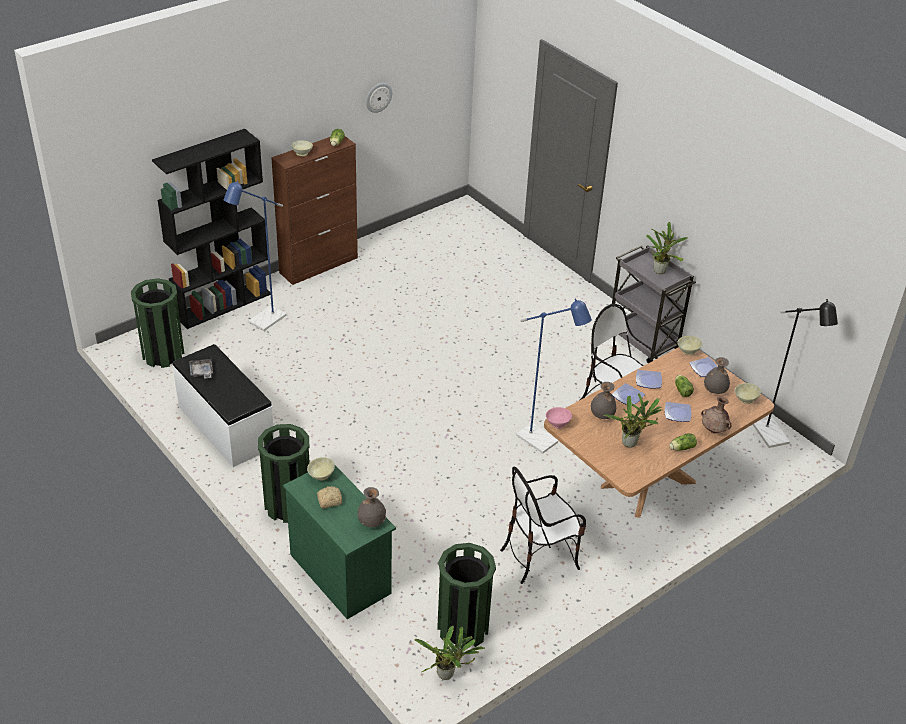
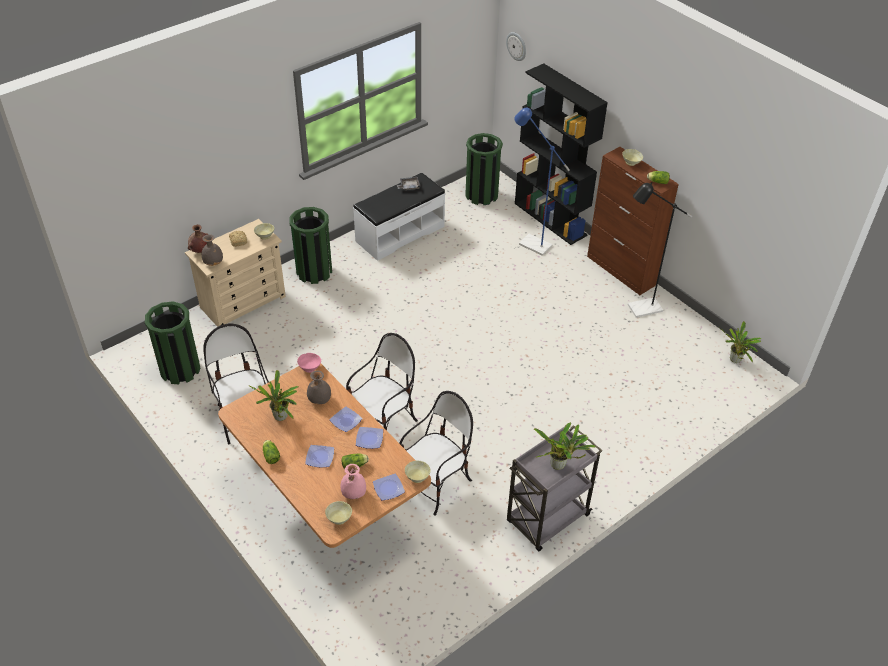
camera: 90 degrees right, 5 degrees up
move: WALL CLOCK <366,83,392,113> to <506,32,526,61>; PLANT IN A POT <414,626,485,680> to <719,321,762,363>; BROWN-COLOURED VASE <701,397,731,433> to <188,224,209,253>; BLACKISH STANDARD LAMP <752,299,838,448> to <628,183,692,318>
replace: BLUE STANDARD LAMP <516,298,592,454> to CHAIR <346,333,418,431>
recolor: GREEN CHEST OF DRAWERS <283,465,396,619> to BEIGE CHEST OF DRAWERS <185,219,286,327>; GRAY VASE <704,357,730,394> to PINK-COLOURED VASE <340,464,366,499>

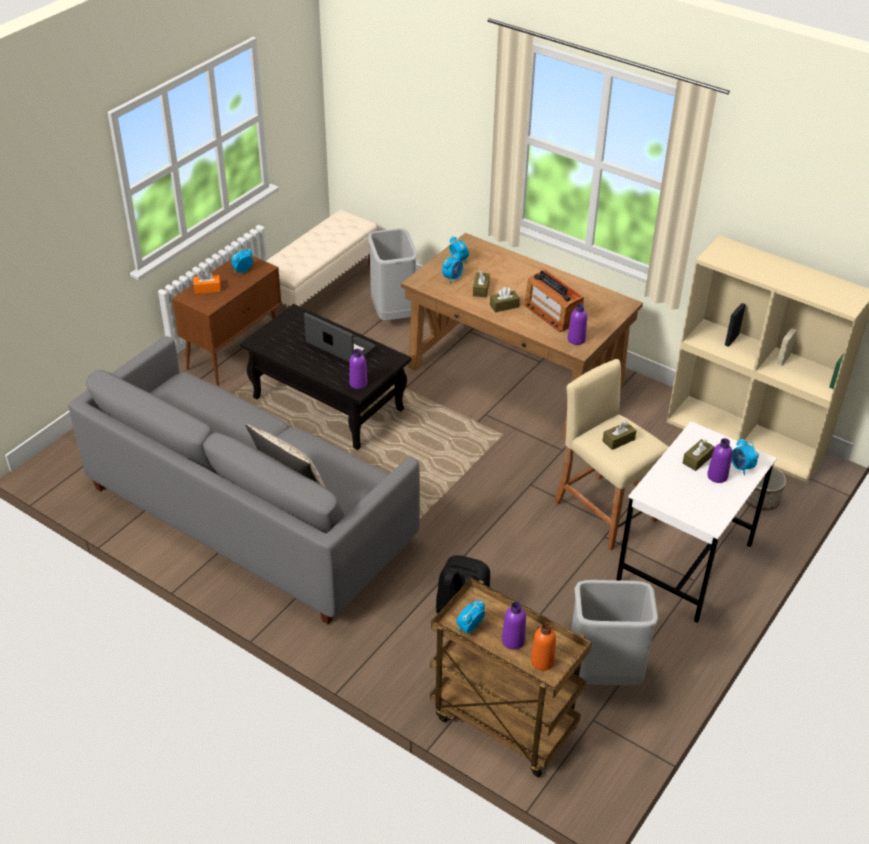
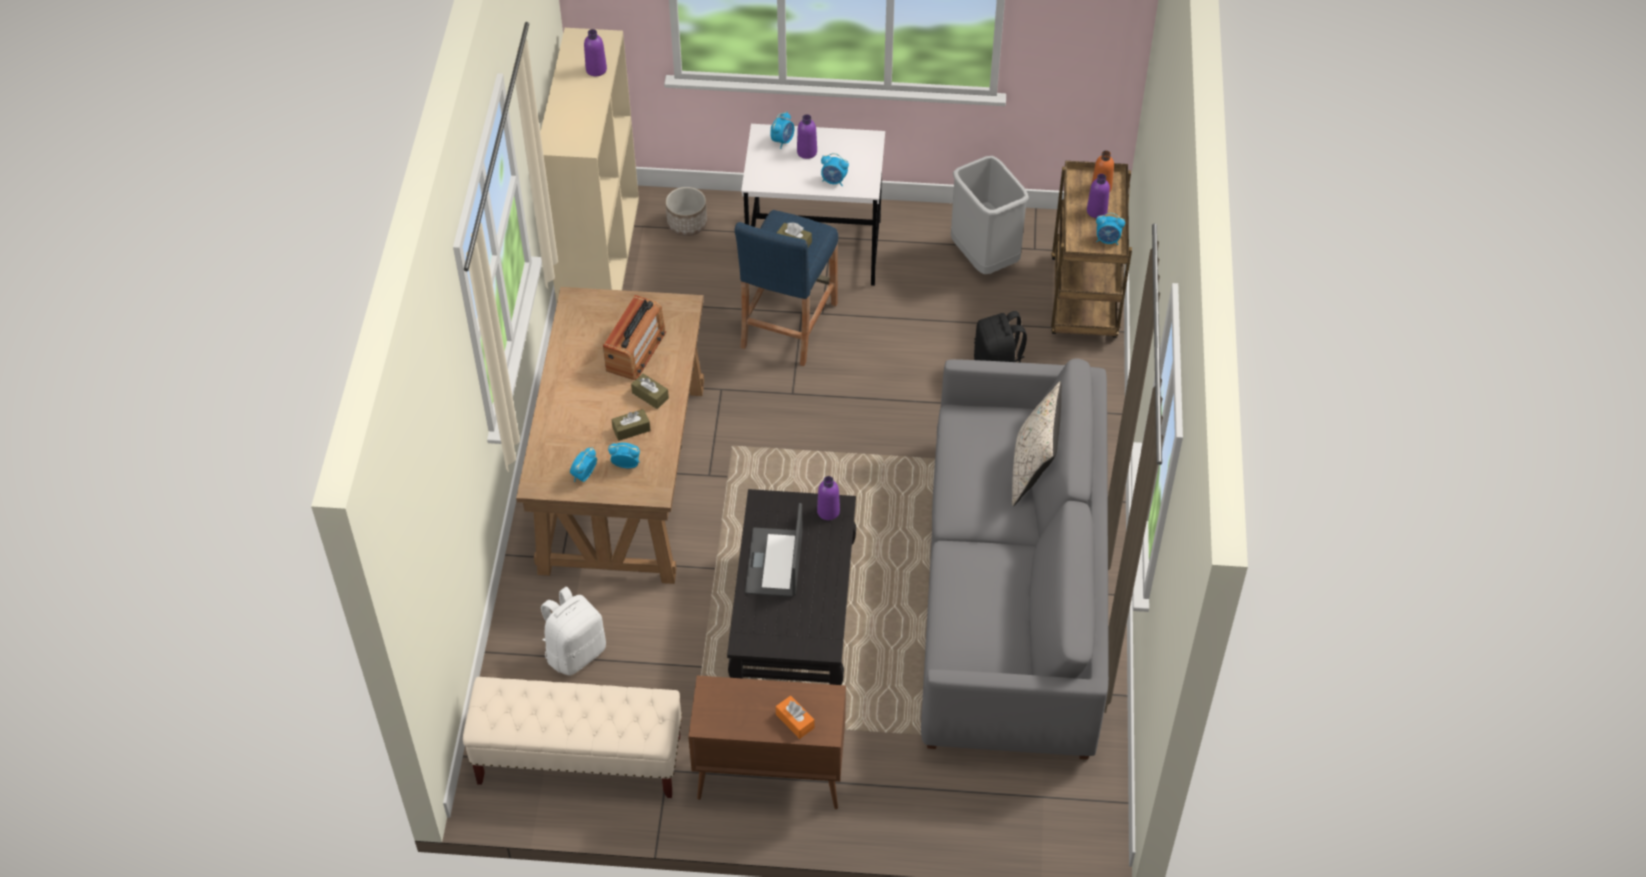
camera: 120 degrees left, 10 degrees up
delete: BROWN-COLOURED BOX OF TISSUES <682,439,715,471>
move: TABLE CLOCK <231,249,253,273> to <821,153,849,186>; PURPLE BOTTLE <568,304,587,345> to <584,29,607,76>
replace: GRAY RUBBISH BIN <368,228,418,320> to WHITE BACKPACK <541,587,606,676>
recolor: BEIGE SITTING STOOL <554,359,669,550> to BLUE SITTING STOOL <735,210,838,366>

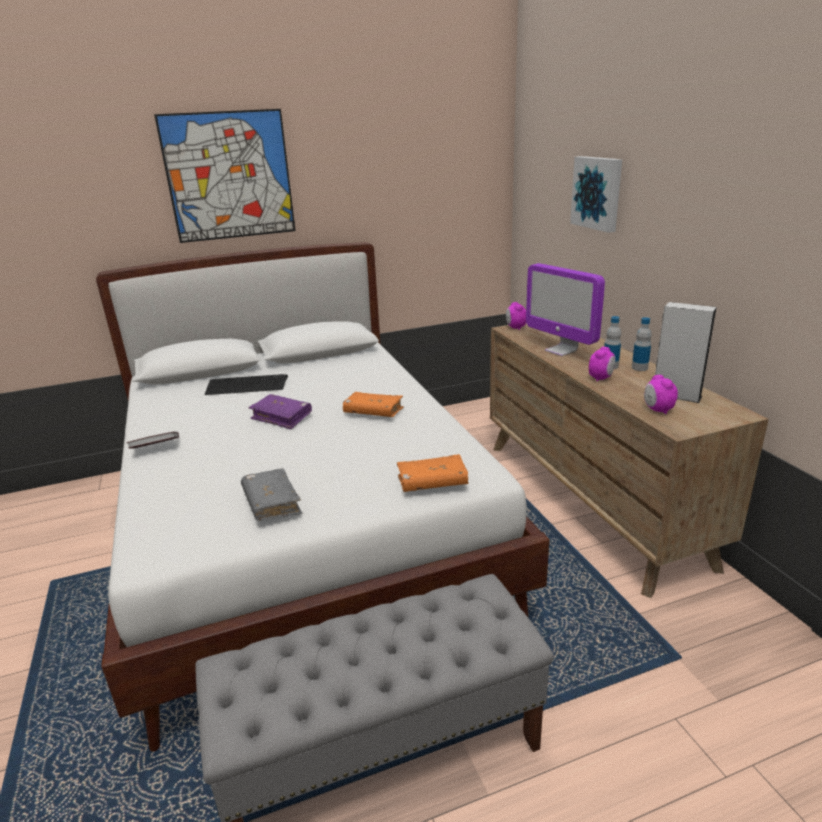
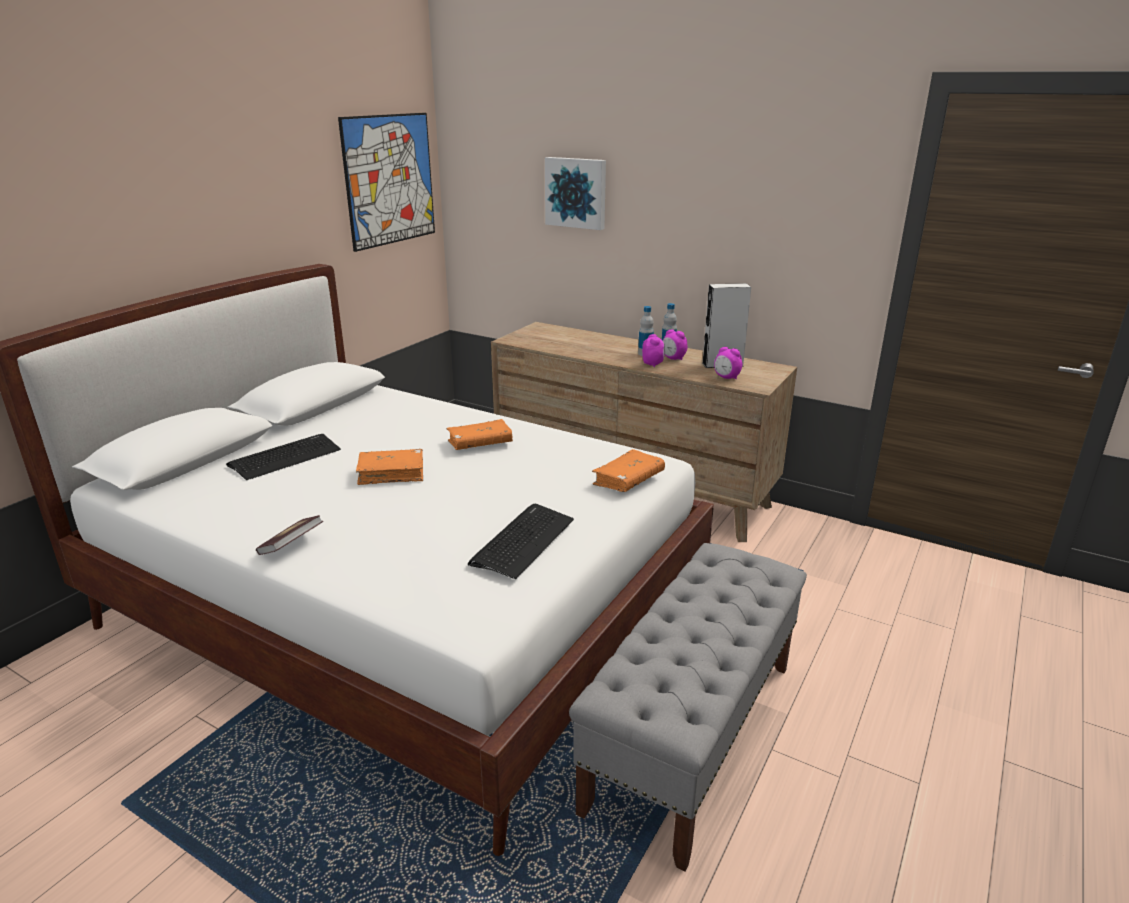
camera: 40 degrees left, 0 degrees up
delete: COMPUTER DISPLAY <526,263,605,356>
move: WALL ART <154,109,296,243> to <338,113,435,252>; TABLE CLOCK <506,302,526,330> to <663,329,688,360>
replace: GRAY VOLUME <241,468,302,521> to COMPUTER KEYBOARD <468,504,574,579>
recolor: PURPLE VOLUME <249,394,312,429> to ORANGE-COLOURED VOLUME <356,449,423,485>

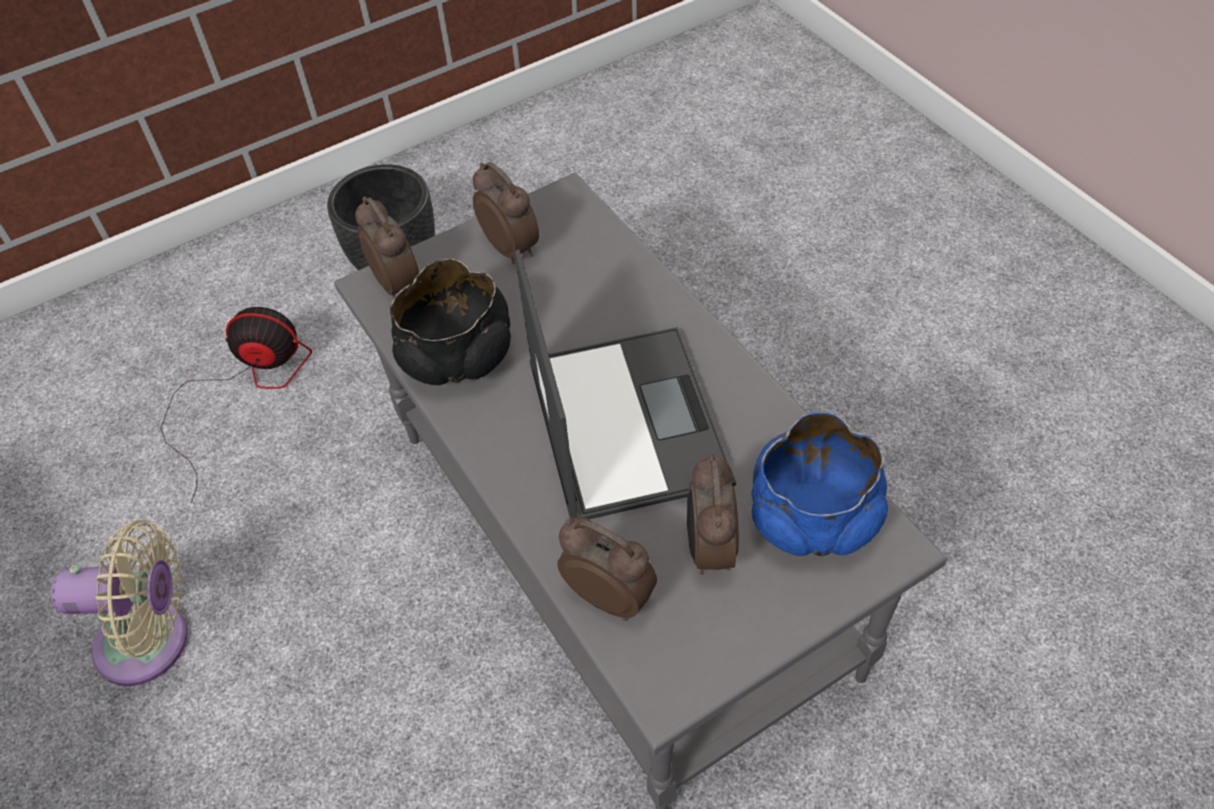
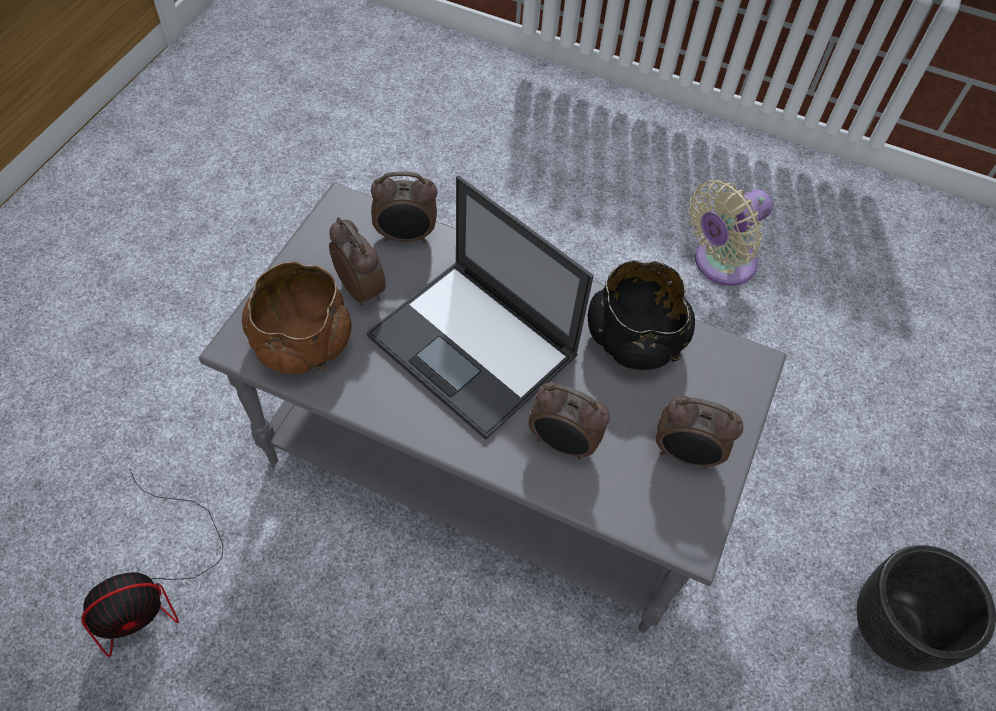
camera: 140 degrees right, 5 degrees up
move: FAN <161,307,312,503> to <81,468,223,657>; TABLE CLOCK <355,197,419,298> to <528,382,610,460>
recolor: BLUE BOWL <752,412,888,556> to BROWN-COLOURED BOWL <242,262,352,374>

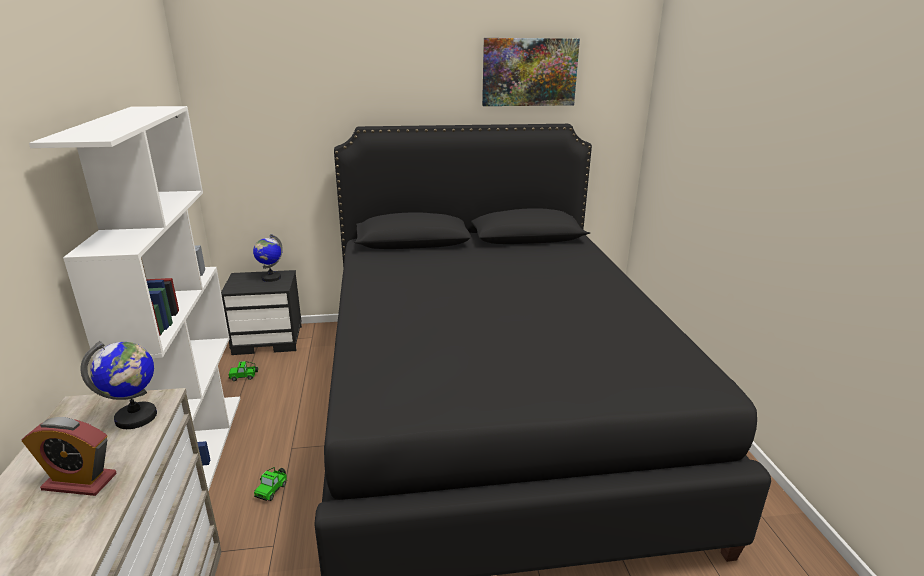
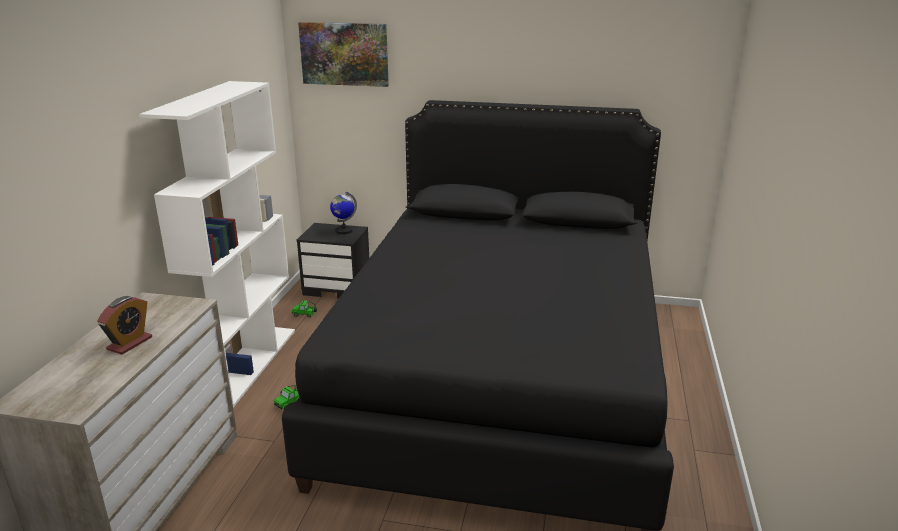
camera: 20 degrees right, 0 degrees up
delete: WORLD GLOBE <80,341,157,429>
move: WALL ART <482,38,580,106> to <298,22,389,87>
rotate: TABLE CLOCK <22,417,117,496> = <97,296,152,355> 90 degrees counterclockwise

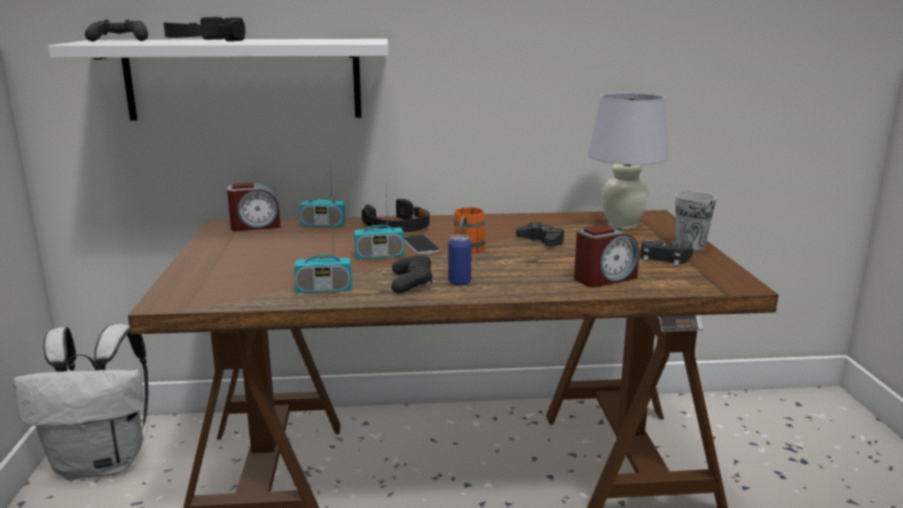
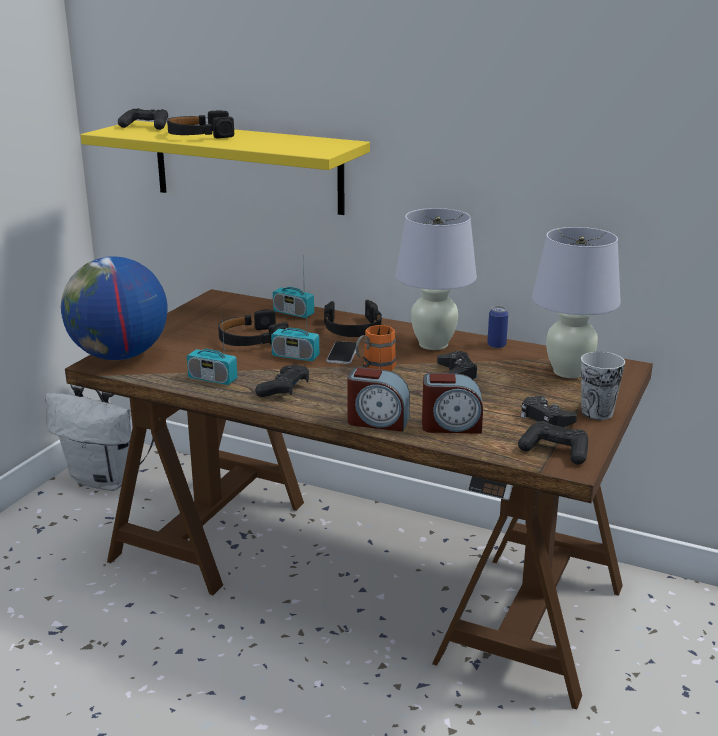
camera: 30 degrees right, 5 degrees up
insert: WORLD GLOBE <61,256,168,360>; BLACKISH PAIR OF HEADPHONES <218,309,289,346>; WHITE TABLE LAMP <395,208,477,350>; BLACKISH JOYPAD <518,421,588,465>
move: TABLE CLOCK <227,183,281,231> to <347,367,410,432>; SEALED CAN <448,234,472,286> to <487,306,508,348>
recolor: WHITE BRACKET SHELF <48,39,388,121> to YELLOWISH BRACKET SHELF <80,120,370,215>

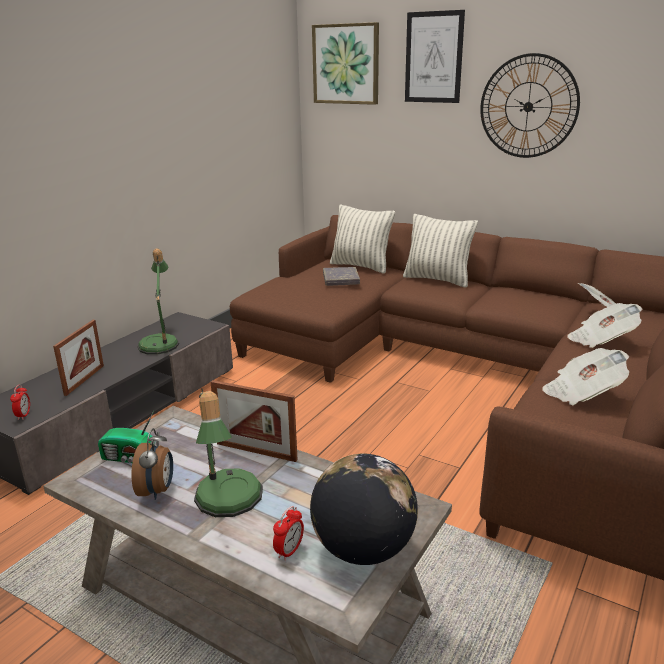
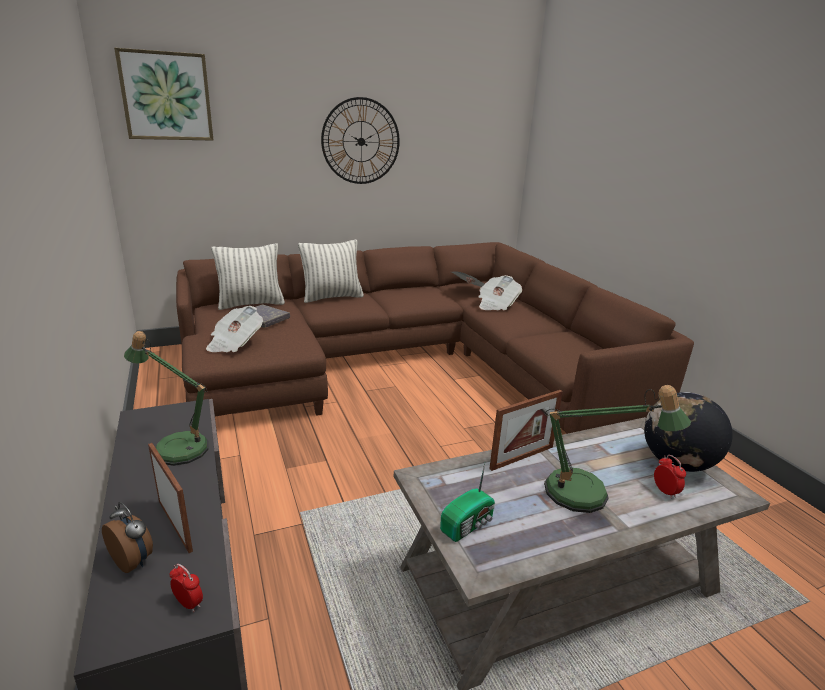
camera: 55 degrees left, 0 degrees up
delete: WALL ART <405,10,465,103>
move: TABLE CLOCK <131,428,173,500> to <102,502,153,573>; NEWSPAPER <542,348,629,405> to <206,306,263,352>

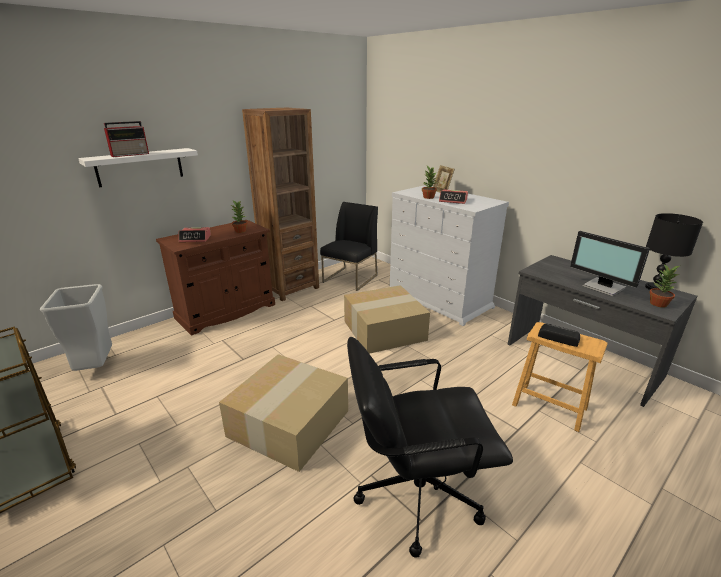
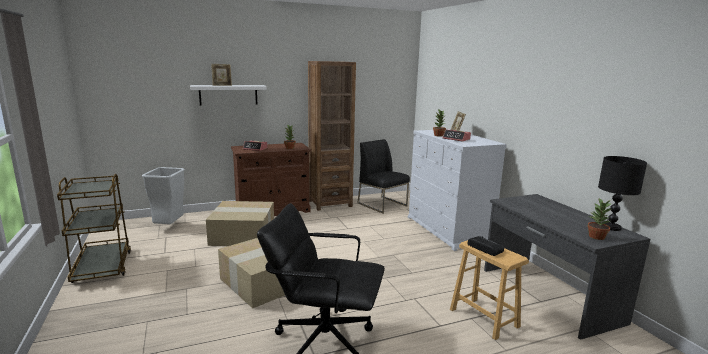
camera: 20 degrees right, 10 degrees down
delete: COMPUTER DISPLAY <570,231,650,296>
move: PACKING BOX <344,285,430,354> to <206,201,274,246>
replace: RADIO RECEIVER <104,121,149,157> to PHOTO FRAME <211,64,232,86>
rotate: BLACKISH CHAIR <320,202,378,291> = <357,139,410,214> 90 degrees counterclockwise

